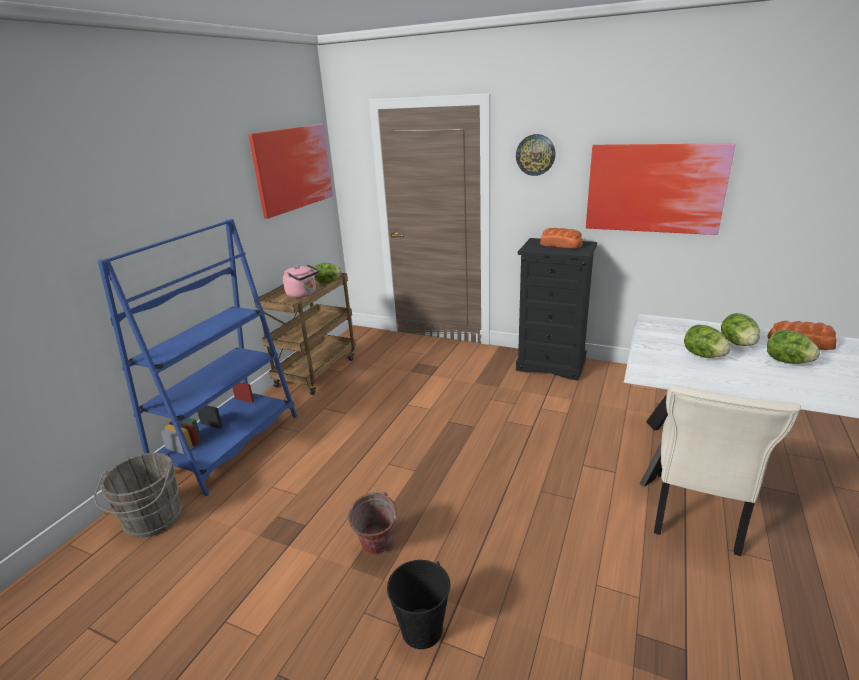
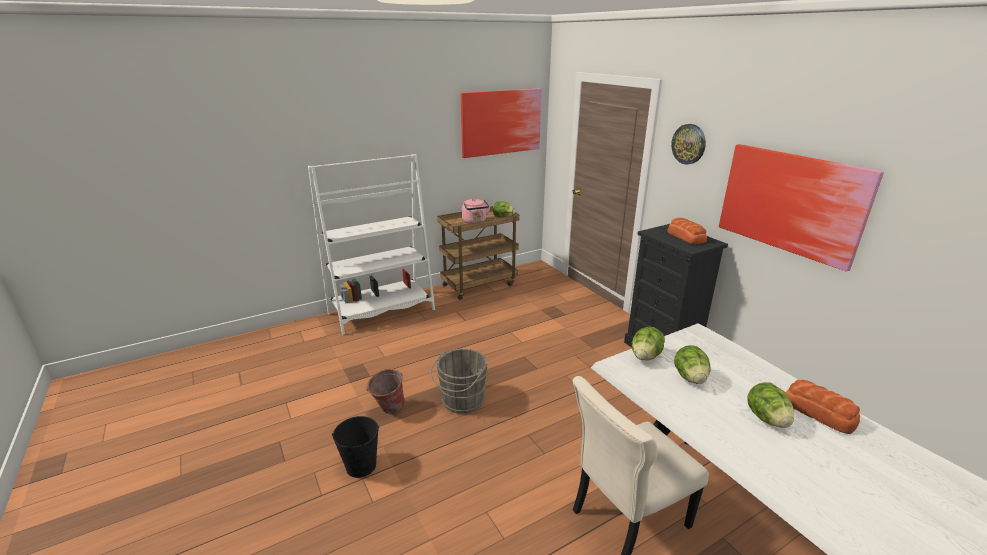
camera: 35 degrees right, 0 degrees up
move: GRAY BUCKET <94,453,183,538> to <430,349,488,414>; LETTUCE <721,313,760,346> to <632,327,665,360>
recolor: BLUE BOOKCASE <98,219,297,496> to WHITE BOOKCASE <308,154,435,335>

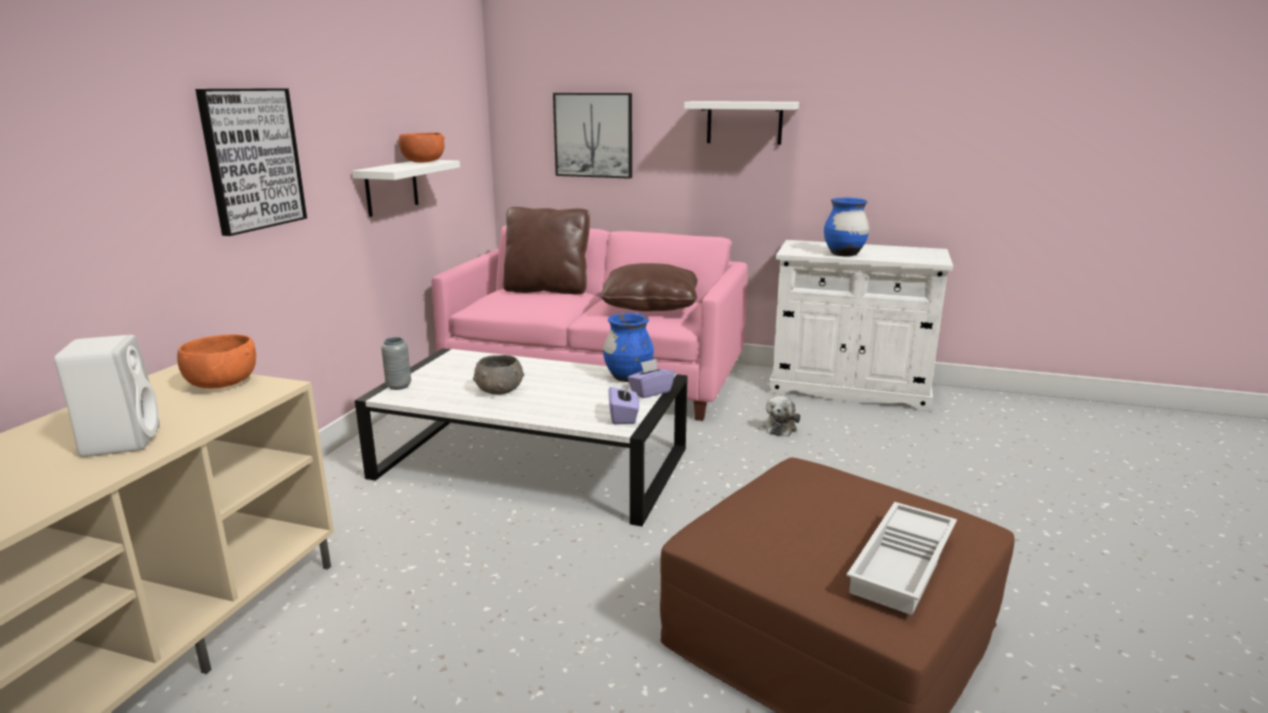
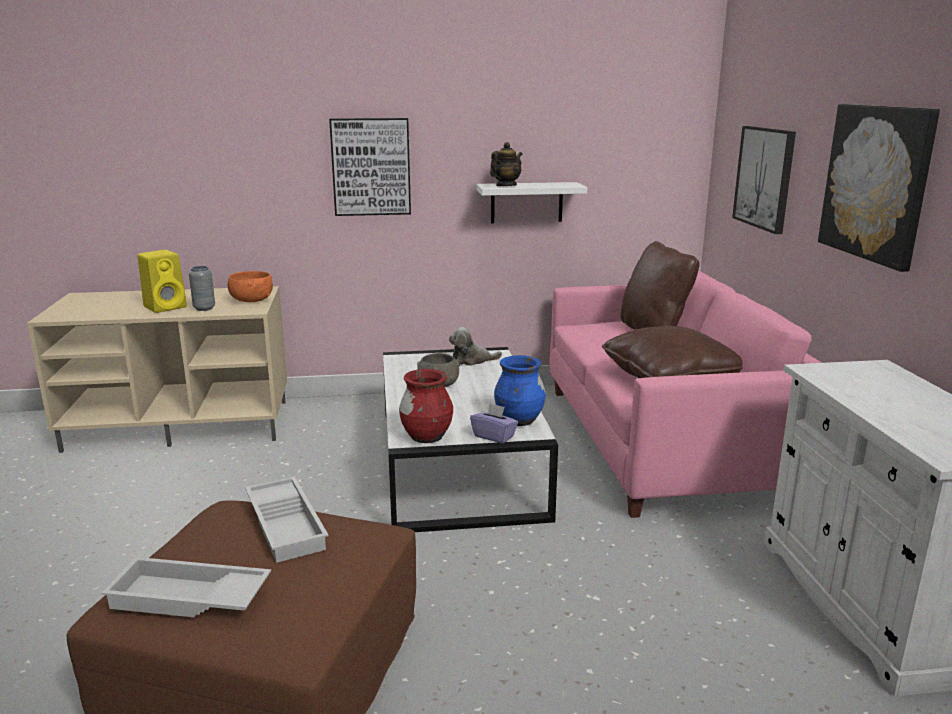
camera: 65 degrees right, 0 degrees up
delete: ORANGE-COLOURED BOWL <399,132,445,163>; BLUE VASE <824,198,869,257>
insert: WHITE CARRYING TRAY <245,476,328,563>; TEAPOT <490,142,523,186>
move: GRAY VASE <381,337,411,390> to <189,266,215,311>; CUDDLY TOY <762,396,800,437> to <449,327,502,366>
replace: PURPLE BOX OF TISSUES <609,384,639,424> to RED VASE <399,369,453,443>; WHITE BRACKET SHELF <684,101,799,145> to WALL ART <818,104,940,272>
recolor: WHITE AUDIO SPEAKER <54,335,160,457> to YELLOWISH AUDIO SPEAKER <138,250,187,313>

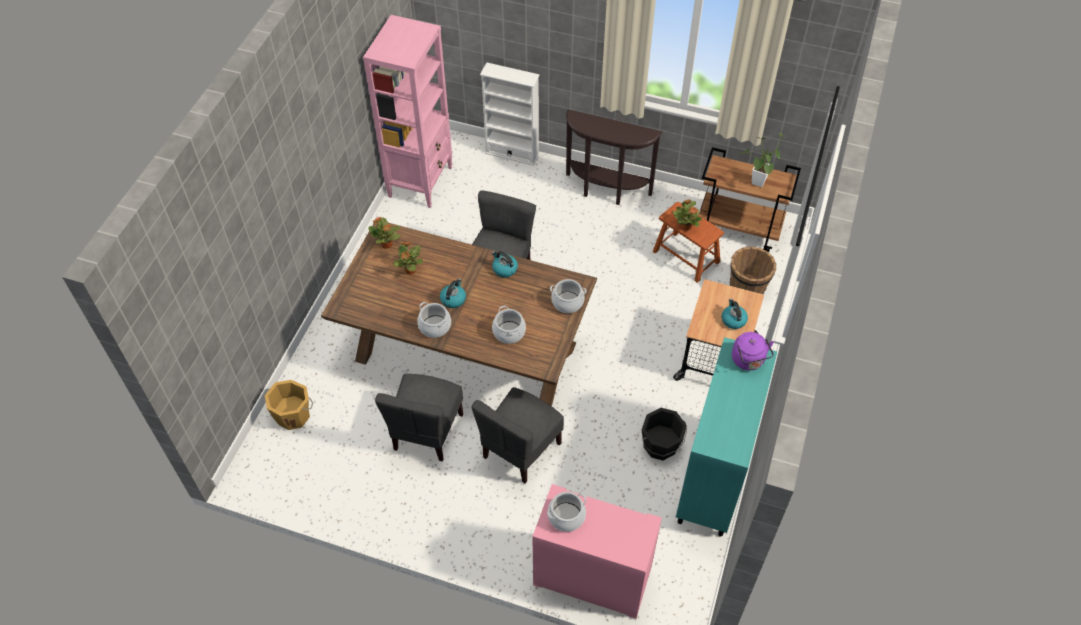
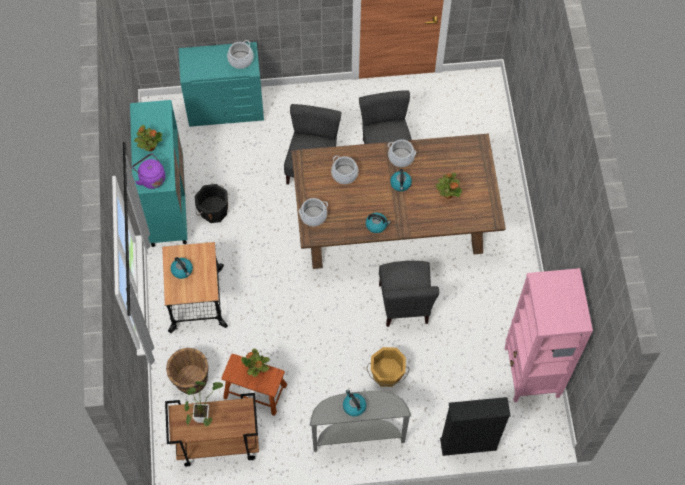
camera: 155 degrees right, 10 degrees up
insert: KETTLE <343,389,366,417>
move: ORANGE-COLOURED BUCKET <265,380,313,430> to <366,347,409,387>; PLANT IN A POT <368,217,400,249> to <134,125,162,151>
recolor: WHITE BOOKCASE <480,62,540,166> to BLACKISH BOOKCASE <440,397,510,456>; PINK-COLOURED CHEST OF DRAWERS <532,484,662,619> to BLUE-GREEN CHEST OF DRAWERS <179,42,264,127>; BROWN-COLOURED CONSOLE TABLE <566,109,662,205> to GRAY CONSOLE TABLE <310,391,411,452>

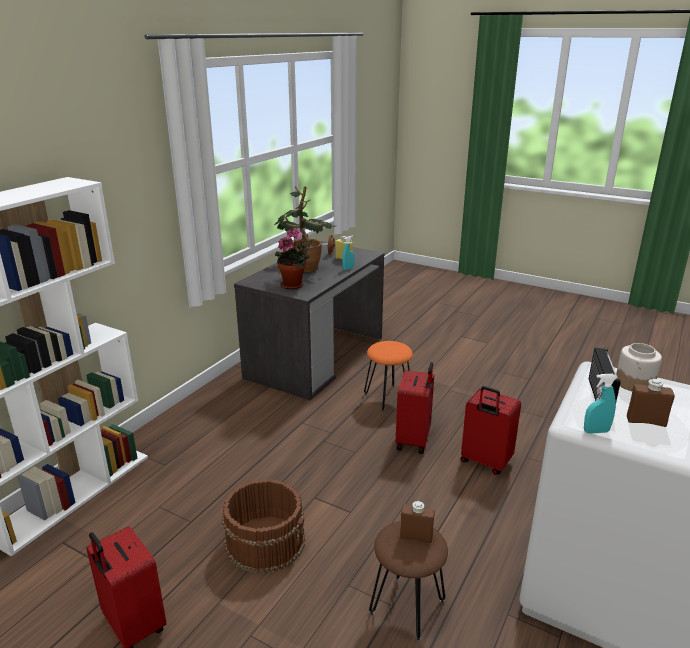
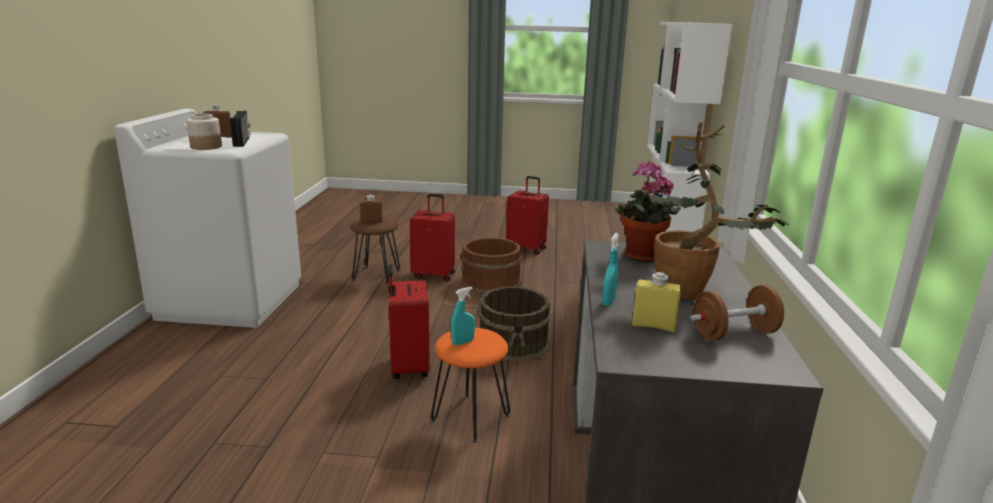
camera: 155 degrees right, 5 degrees down
insert: BROWN-COLOURED BUCKET <479,287,551,361>
move: RED TRAVEL CASE <461,386,521,474> to <410,194,455,282>; BLUE-GREEN SPRAY BOTTLE <584,374,618,434> to <451,287,475,345>

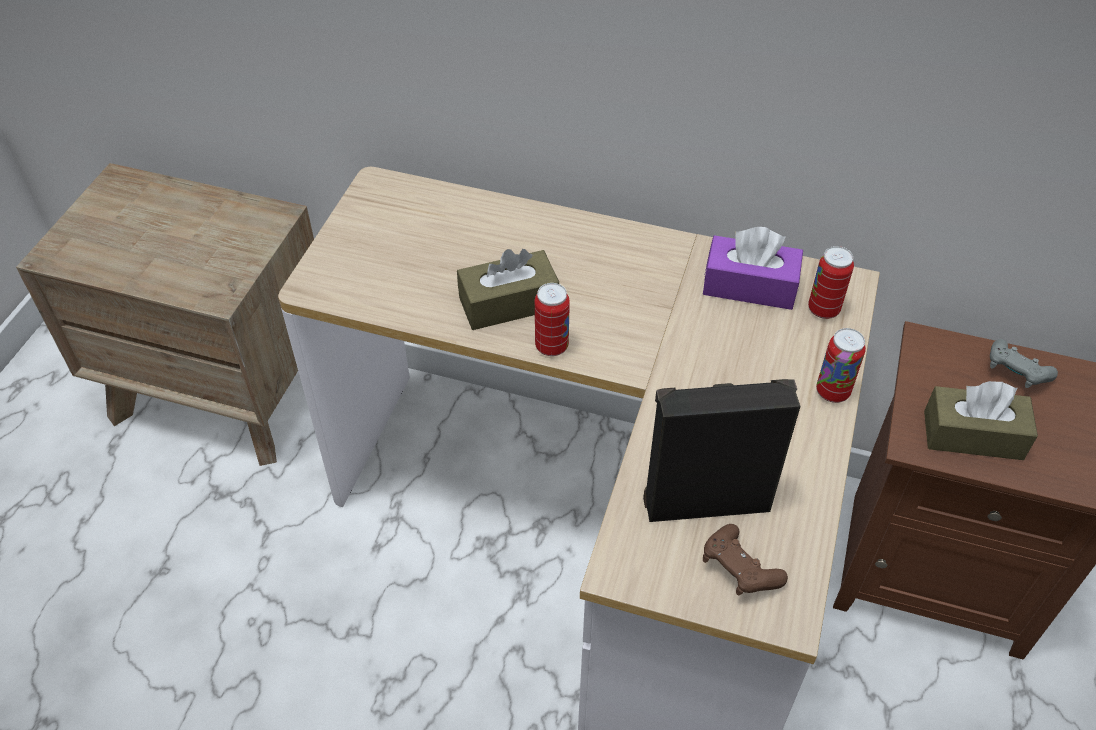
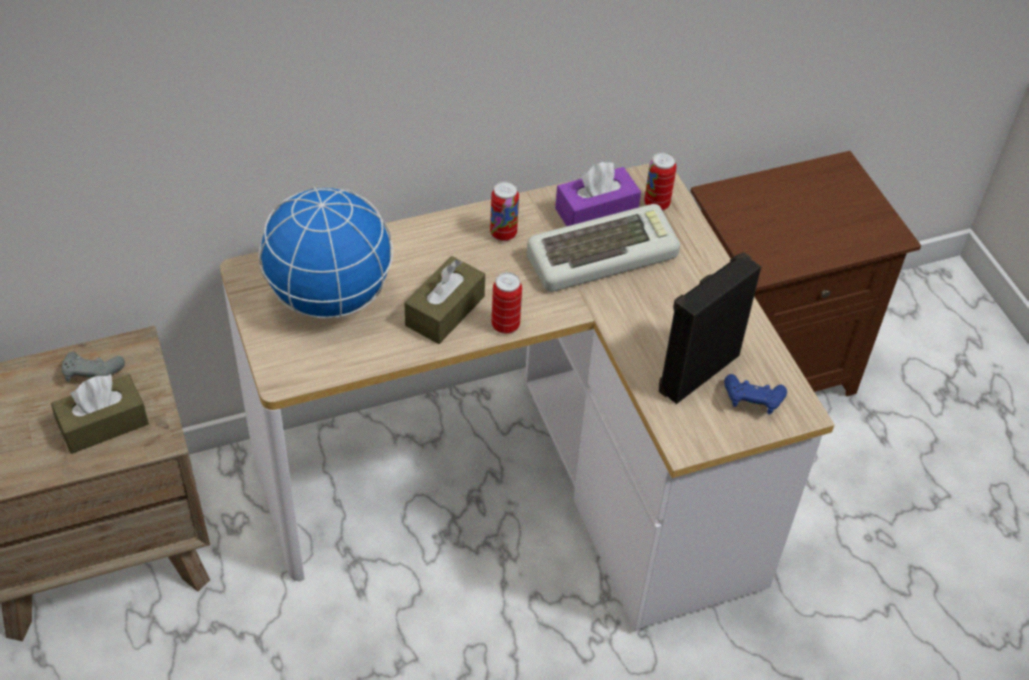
camera: 40 degrees left, 0 degrees up
insert: WORLD GLOBE <258,186,393,318>; COMPUTER KEYBOARD <527,204,680,292>
move: SEALED CAN <816,328,866,403> to <490,181,519,241>; BROWN-COLOURED BOX OF TISSUES <924,381,1038,460> to <51,374,149,454>; GRAY JOYPAD <990,339,1058,388> to <61,352,125,382>
recolor: BROWN-COLOURED JOYPAD <703,524,788,595> to BLUE JOYPAD <724,374,787,414>

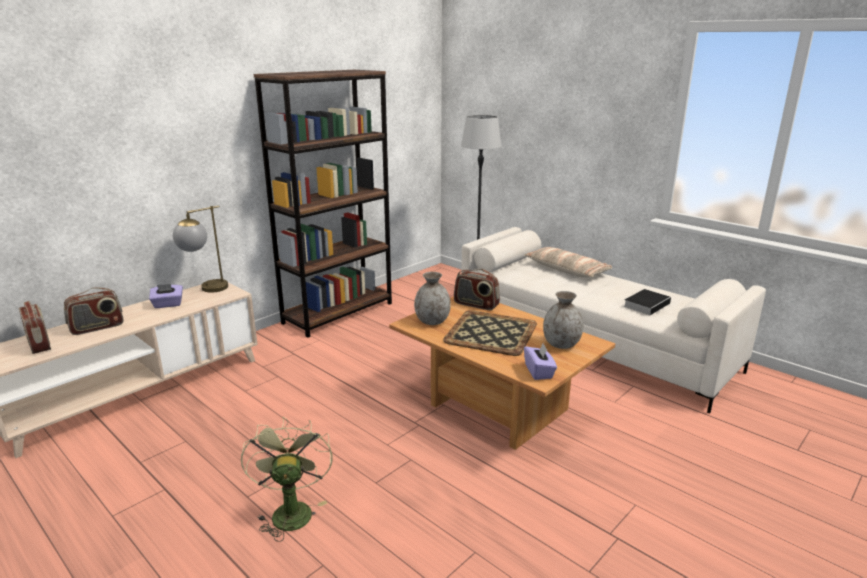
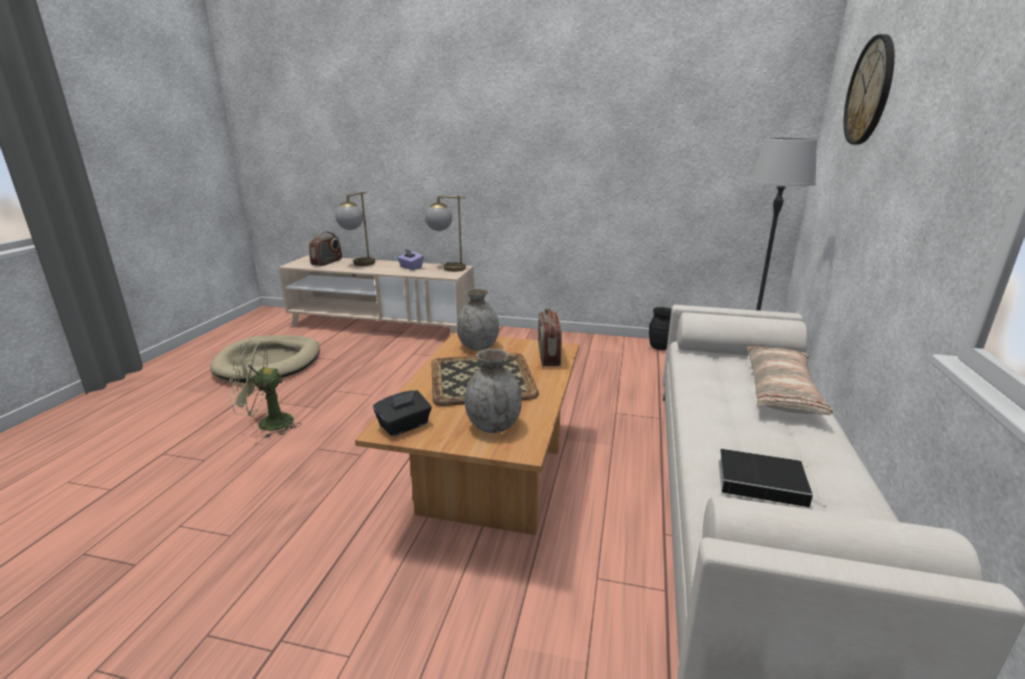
camera: 60 degrees right, 0 degrees up
delete: BROWN-COLOURED BOOKCASE <254,70,392,338>
insert: BEIGE PET BED <210,335,320,383>; BLACKISH VASE <649,307,672,350>; WALL CLOCK <844,34,895,145>
replace: RADIO RECEIVER <64,287,123,335> to TABLE LAMP <335,192,375,266>
recolor: PURPLE BOX OF TISSUES <524,344,557,380> to BLACKISH BOX OF TISSUES <373,390,432,436>
rotate: GREEN FAN <241,417,333,542> = <229,341,302,438> 150 degrees counterclockwise

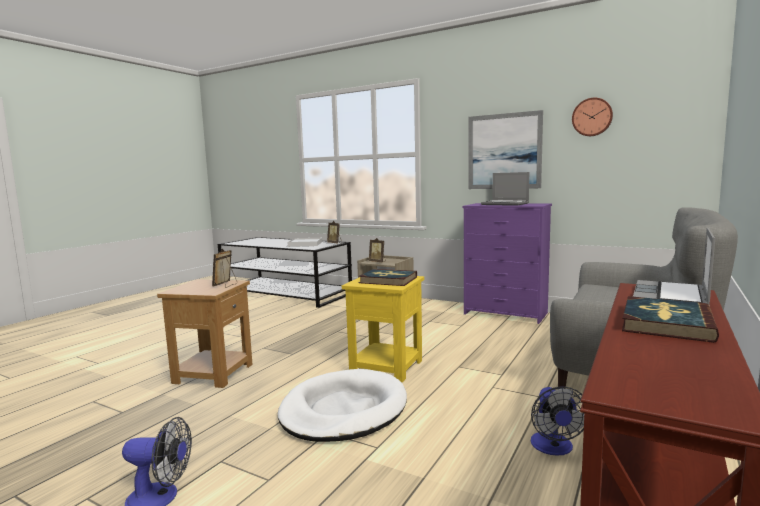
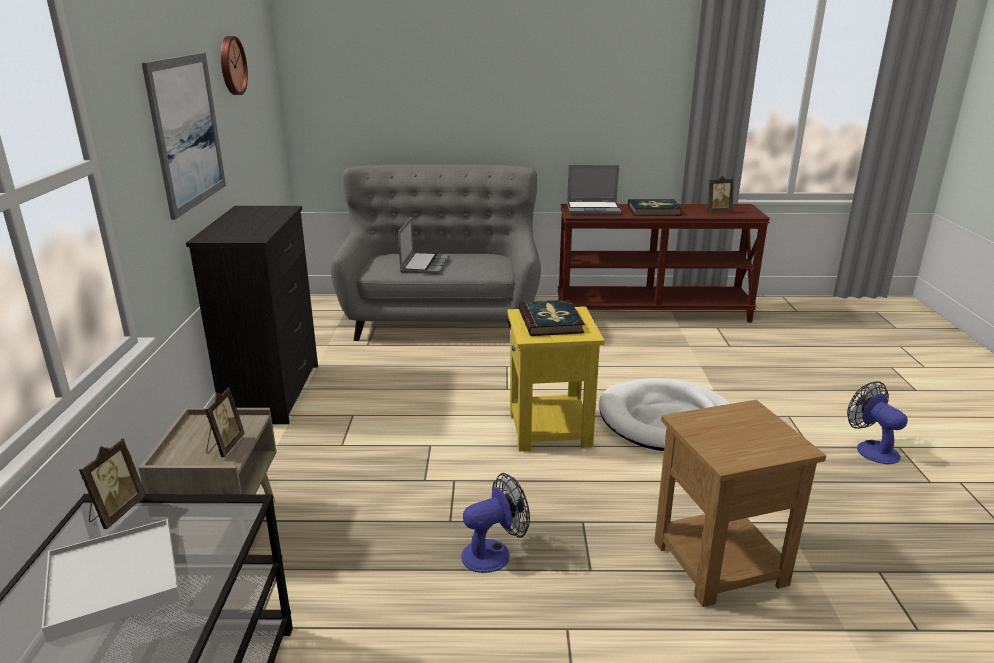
camera: 120 degrees left, 15 degrees up
move: PHOTO FRAME <212,249,237,287> to <706,176,734,212>; LAPTOP <481,172,529,206> to <398,217,449,274>; FAN <531,387,584,456> to <461,473,530,573>
recolor: PURPLE CHEST OF DRAWERS <463,203,552,324> to BLACKISH CHEST OF DRAWERS <186,206,318,424>

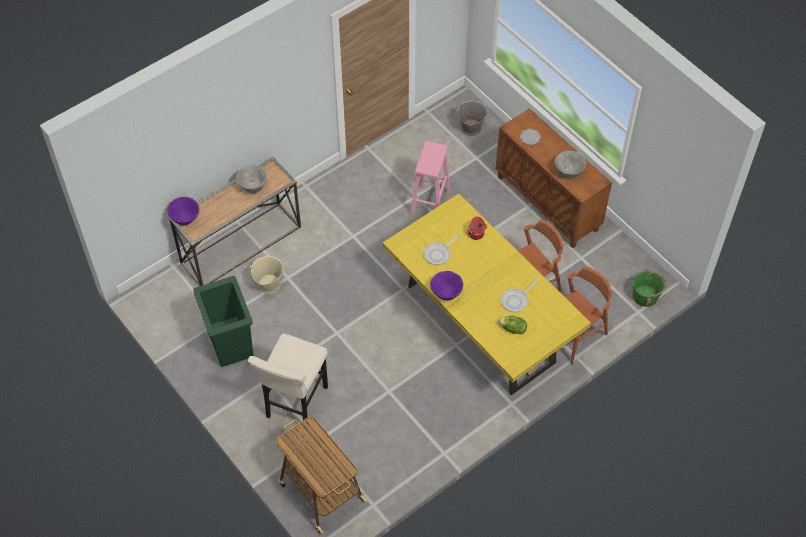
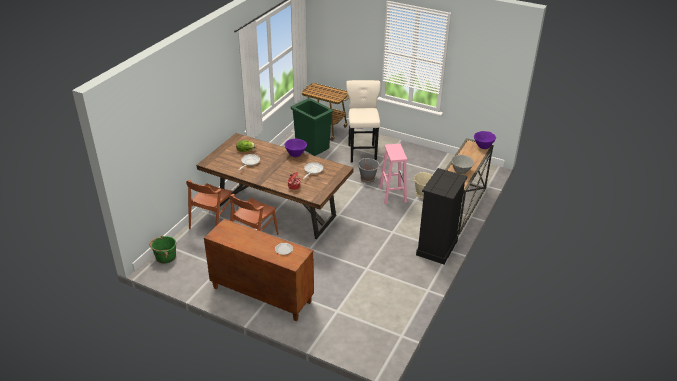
camera: 155 degrees right, 20 degrees down
delete: GRAY BOWL <555,151,586,179>
insert: BLACKISH CHEST OF DRAWERS <416,168,468,264>
move: GREEN RUBBISH BIN <193,276,253,367> to <290,98,333,156>; PINK-COLOURED SITTING STOOL <410,141,450,216> to <379,144,407,204>; GRAY BUCKET <456,100,489,136> to <358,158,380,183>
recolor: YELLOWISH KITCHEN TABLE <383,194,591,395> to BROWN-COLOURED KITCHEN TABLE <196,133,354,239>

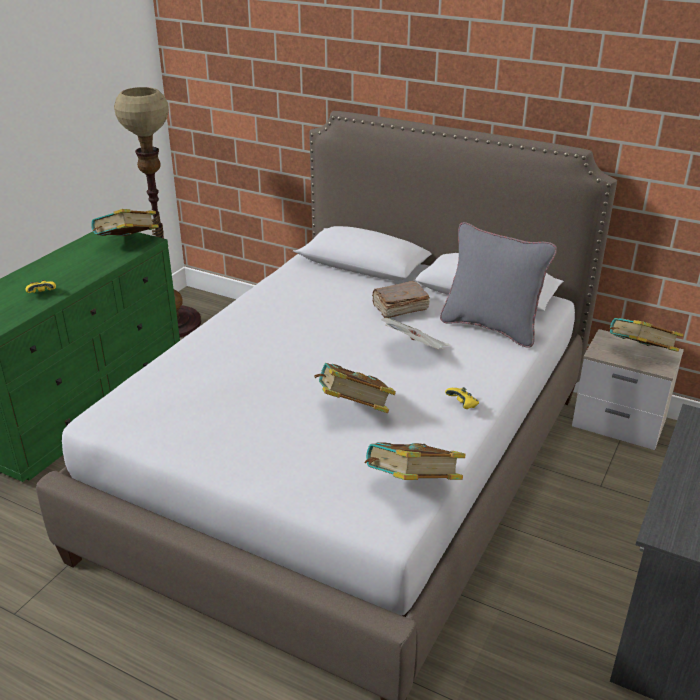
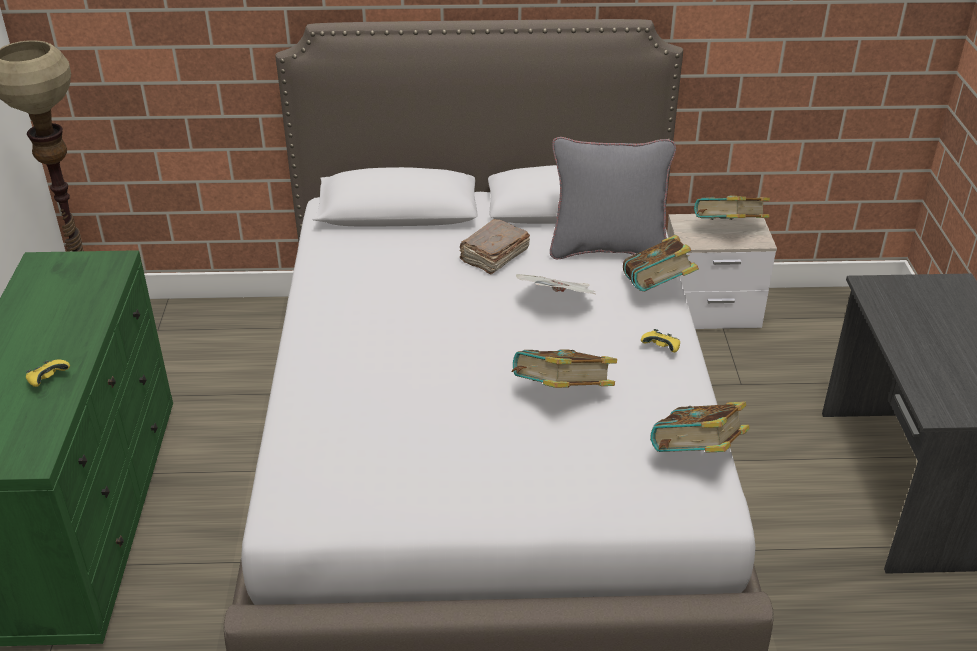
camera: 30 degrees left, 5 degrees up
move: VOLUME <91,209,159,236> to <623,235,699,291>

